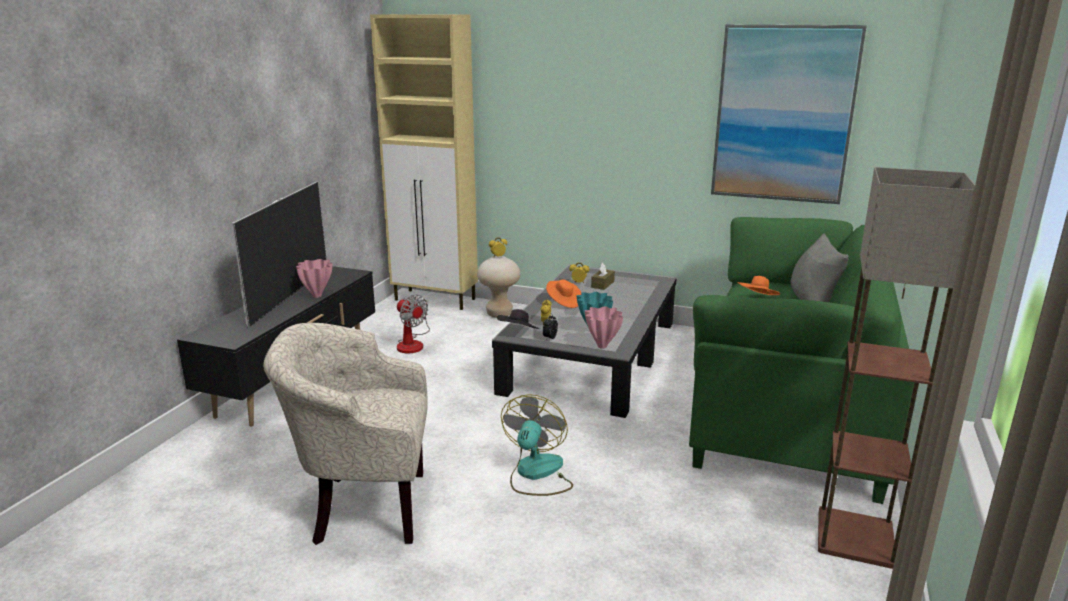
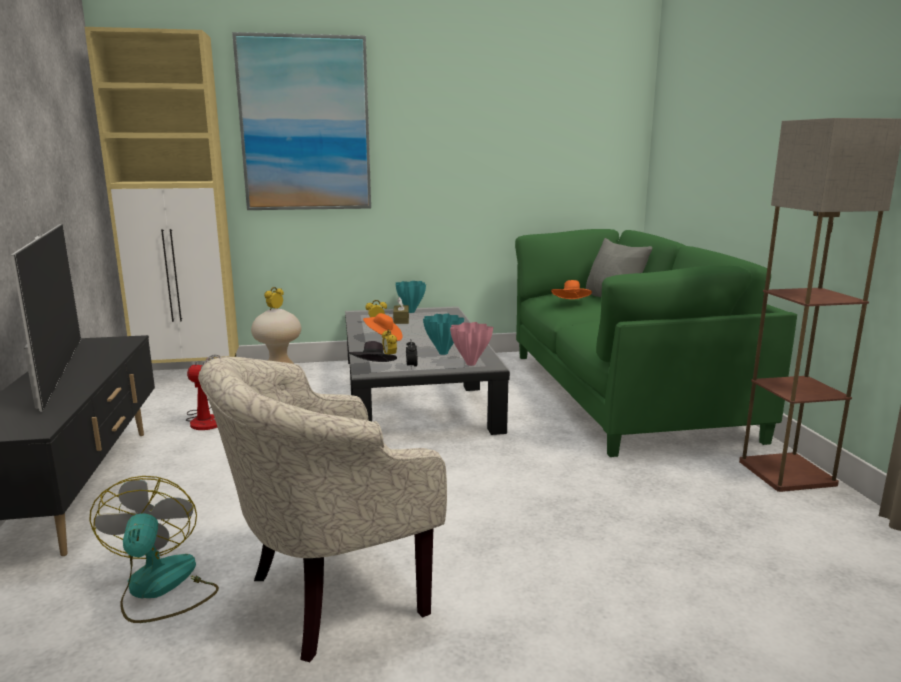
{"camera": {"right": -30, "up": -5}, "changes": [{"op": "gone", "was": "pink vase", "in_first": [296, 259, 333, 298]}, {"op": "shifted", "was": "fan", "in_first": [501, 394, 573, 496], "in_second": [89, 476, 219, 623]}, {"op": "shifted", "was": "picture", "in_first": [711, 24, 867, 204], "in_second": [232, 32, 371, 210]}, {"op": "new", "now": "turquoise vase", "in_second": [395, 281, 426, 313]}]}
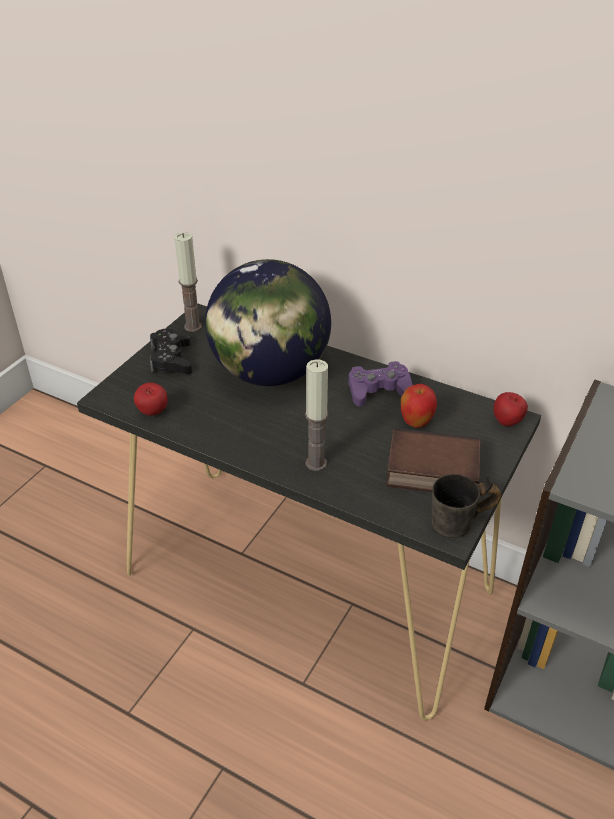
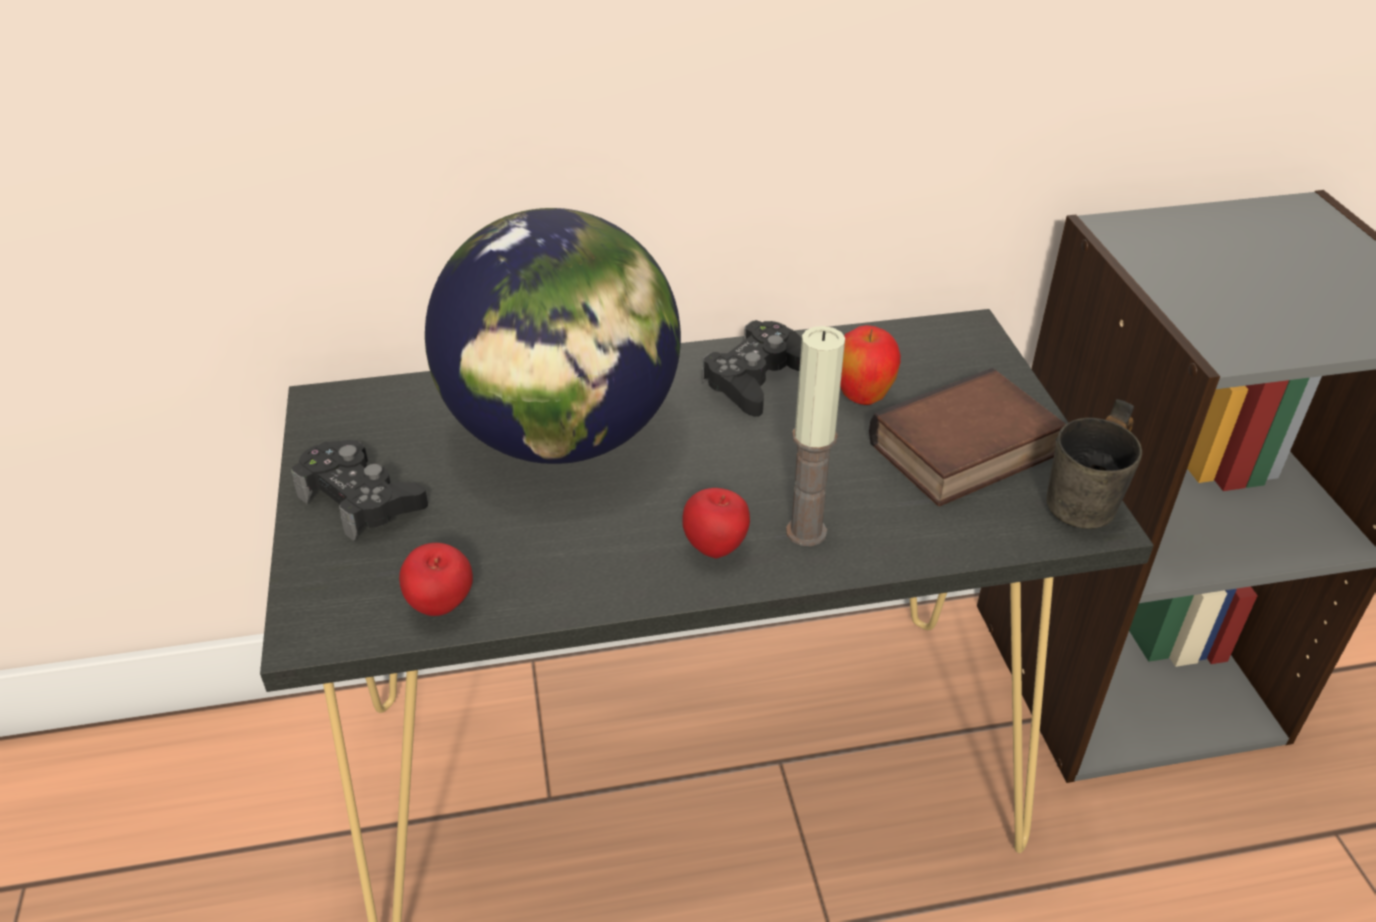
{"camera": {"right": -40, "up": 0}, "changes": [{"op": "gone", "was": "candle", "in_first": [175, 232, 202, 332]}, {"op": "repainted", "was": "purple game controller", "now": "black game controller", "in_first": [349, 361, 413, 407], "in_second": [702, 320, 802, 417]}, {"op": "shifted", "was": "apple", "in_first": [494, 392, 528, 426], "in_second": [682, 488, 750, 558]}]}
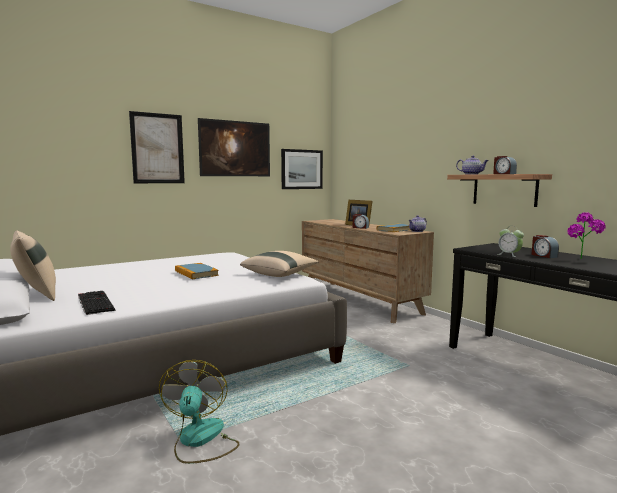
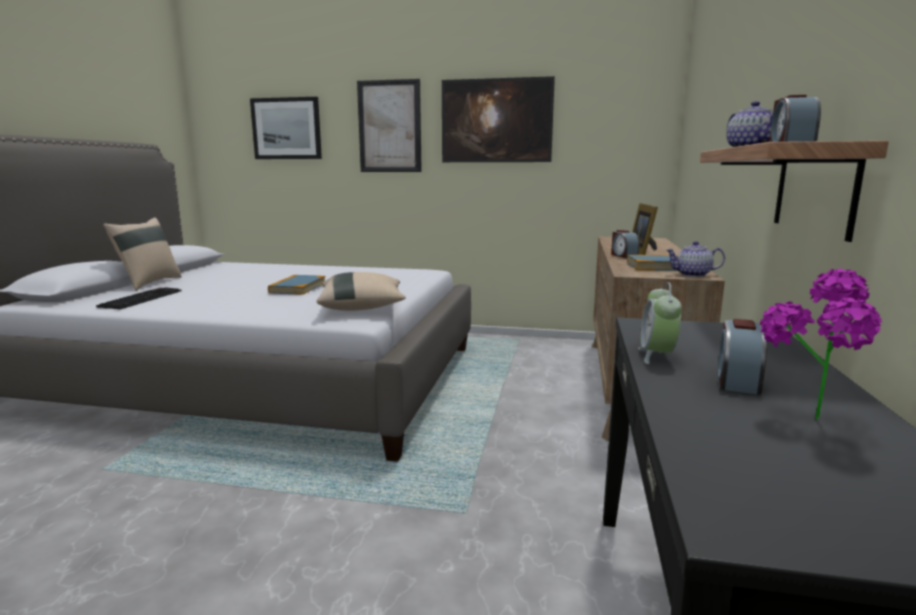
{"camera": {"right": 45, "up": 5}, "changes": [{"op": "gone", "was": "fan", "in_first": [159, 360, 240, 464]}, {"op": "shifted", "was": "picture", "in_first": [281, 149, 323, 189], "in_second": [250, 97, 322, 159]}]}
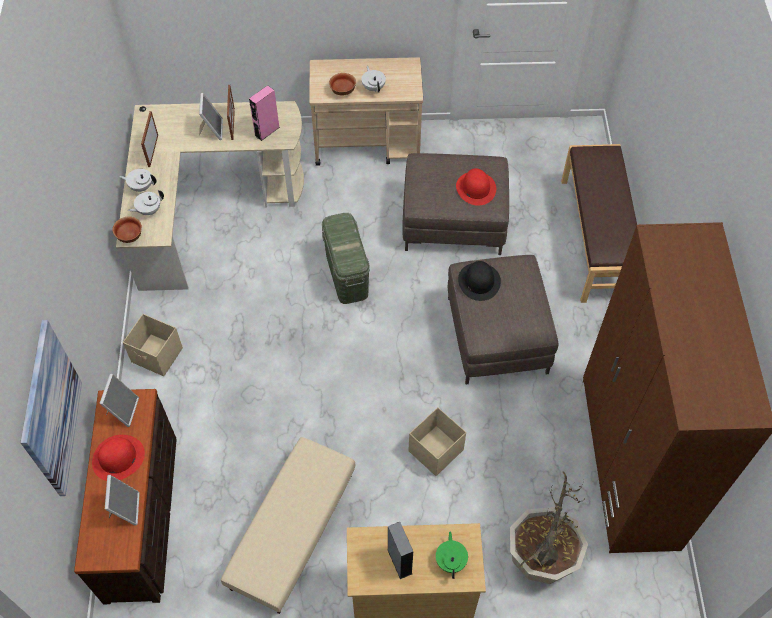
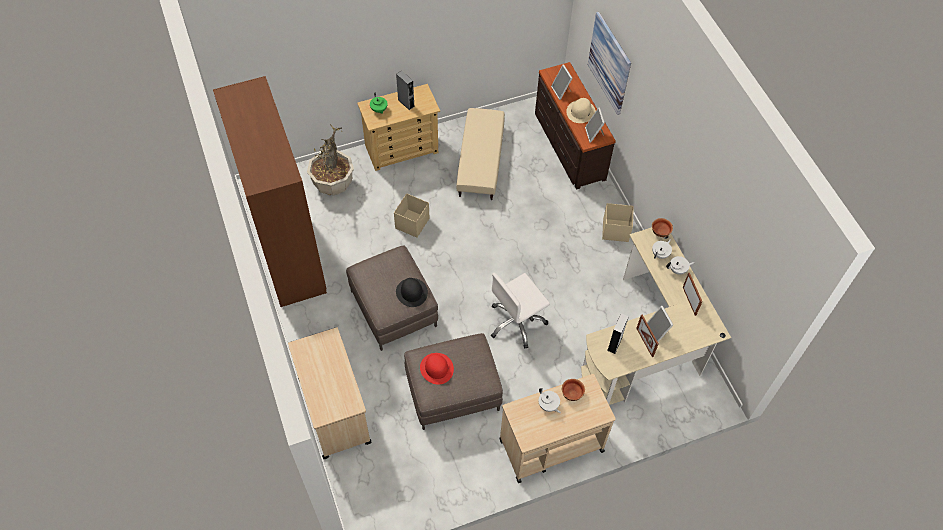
{"camera": {"right": 160, "up": 0}, "changes": [{"op": "repainted", "was": "red hat", "now": "beige hat", "in_first": [92, 435, 145, 481], "in_second": [566, 98, 596, 123]}, {"op": "repainted", "was": "pink speaker", "now": "grey speaker", "in_first": [249, 85, 280, 141], "in_second": [607, 313, 629, 354]}, {"op": "swapped", "was": "green storage box", "now": "white office chair", "in_first": [322, 213, 370, 304], "in_second": [491, 273, 550, 349]}, {"op": "swapped", "was": "brown bench", "now": "beige cart", "in_first": [561, 144, 637, 303], "in_second": [288, 327, 372, 459]}]}
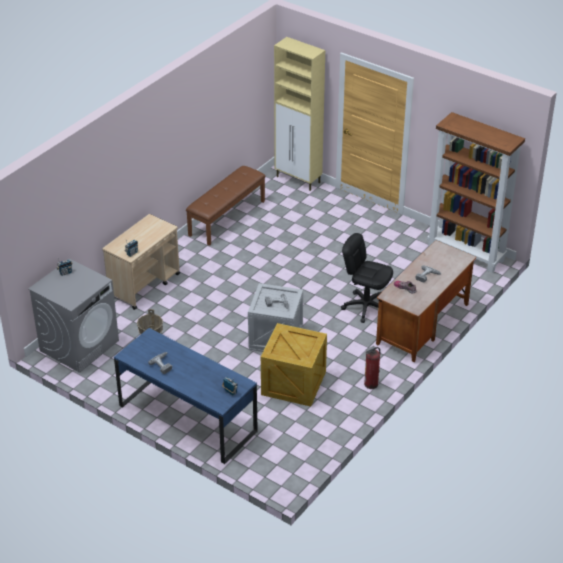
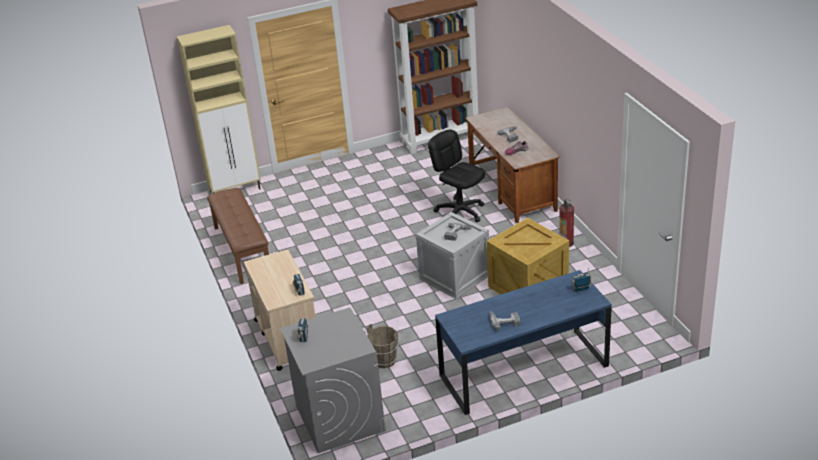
{"camera": {"right": -55, "up": -5}, "changes": [{"op": "rotated", "was": "black office chair", "in_first": [341, 233, 393, 323], "in_second": [428, 130, 485, 222], "clockwise": 75}]}
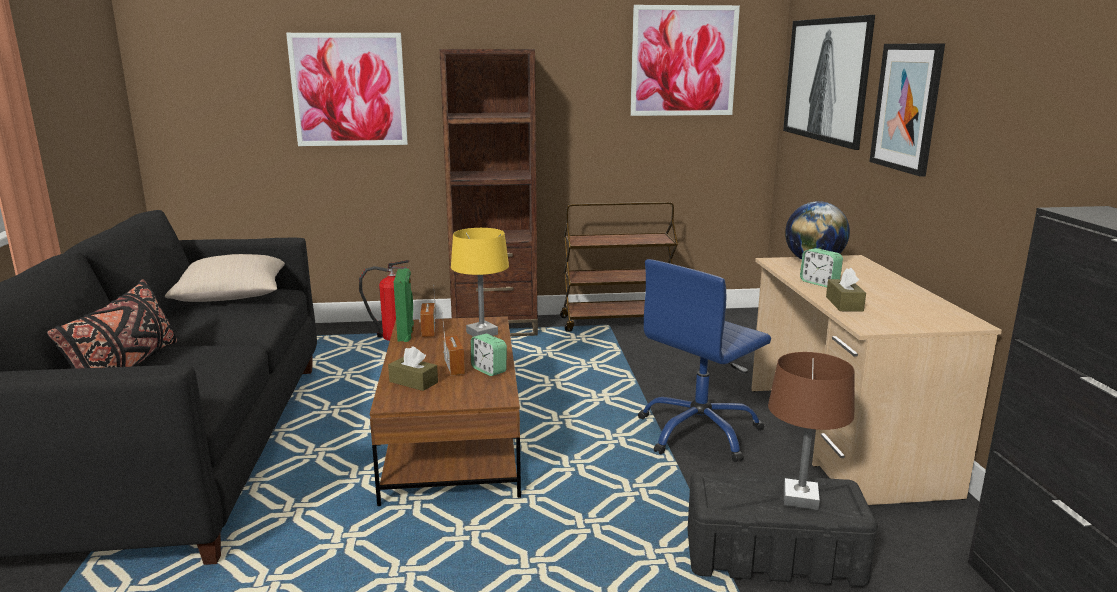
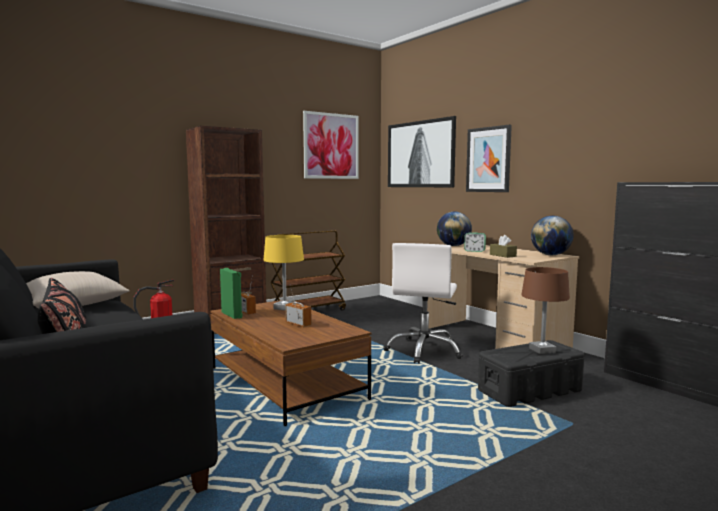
{"camera": {"right": -30, "up": -10}, "changes": [{"op": "gone", "was": "picture", "in_first": [286, 33, 408, 146]}, {"op": "gone", "was": "brown tissue box", "in_first": [388, 346, 438, 391]}, {"op": "gone", "was": "alarm clock", "in_first": [471, 334, 507, 376]}, {"op": "repainted", "was": "blue office chair", "now": "white office chair", "in_first": [638, 259, 771, 462], "in_second": [383, 243, 463, 364]}, {"op": "new", "now": "globe", "in_second": [531, 216, 574, 255]}]}
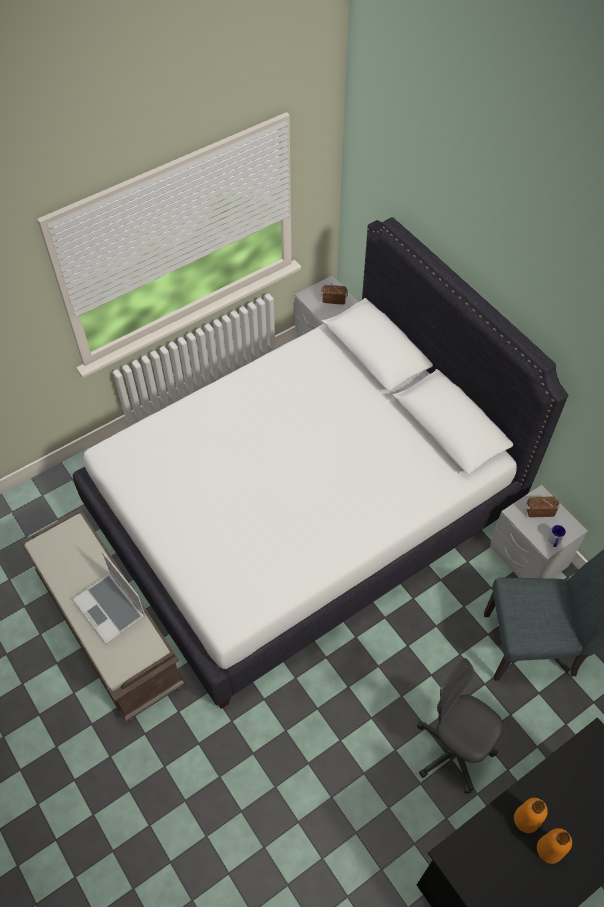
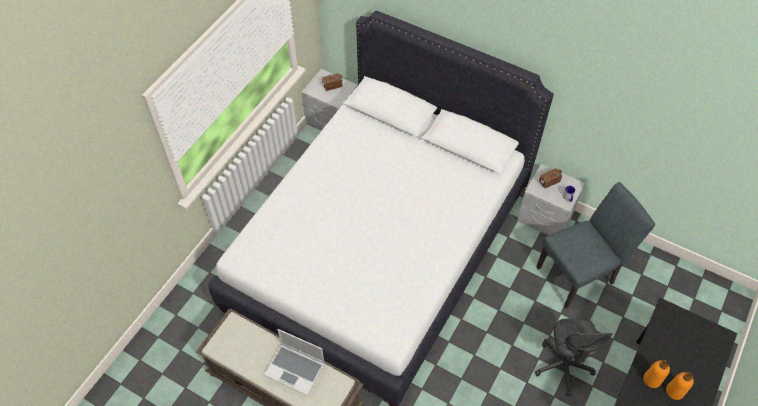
{"camera": {"right": -25, "up": 0}, "changes": [{"op": "rotated", "was": "grey office chair", "in_first": [417, 658, 504, 794], "in_second": [535, 318, 613, 396], "clockwise": -105}]}
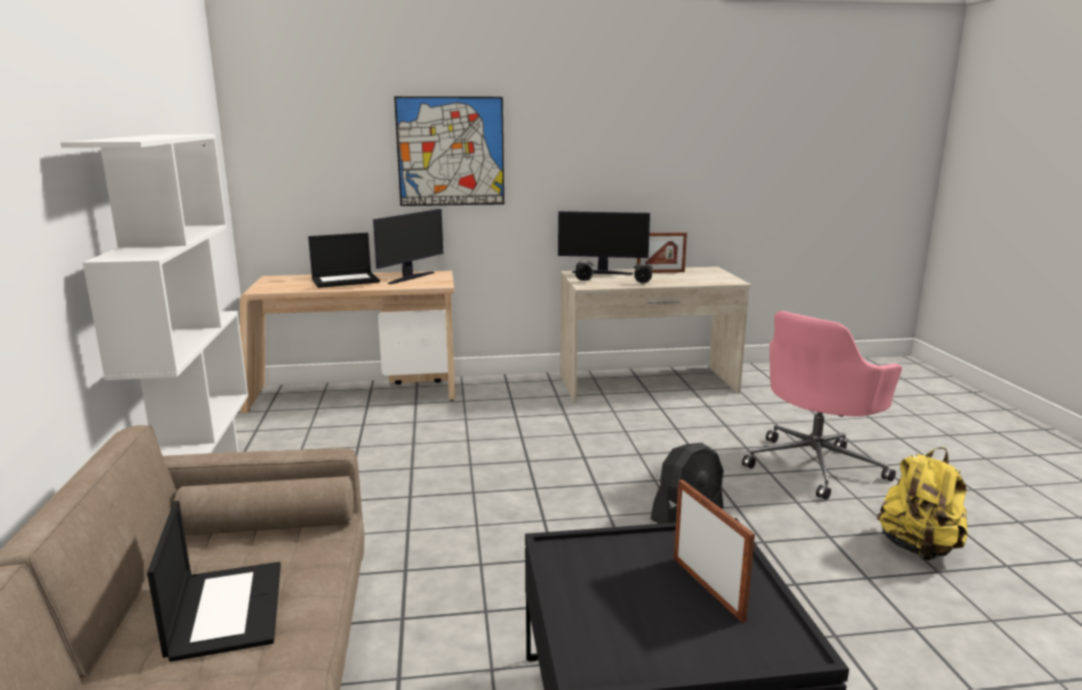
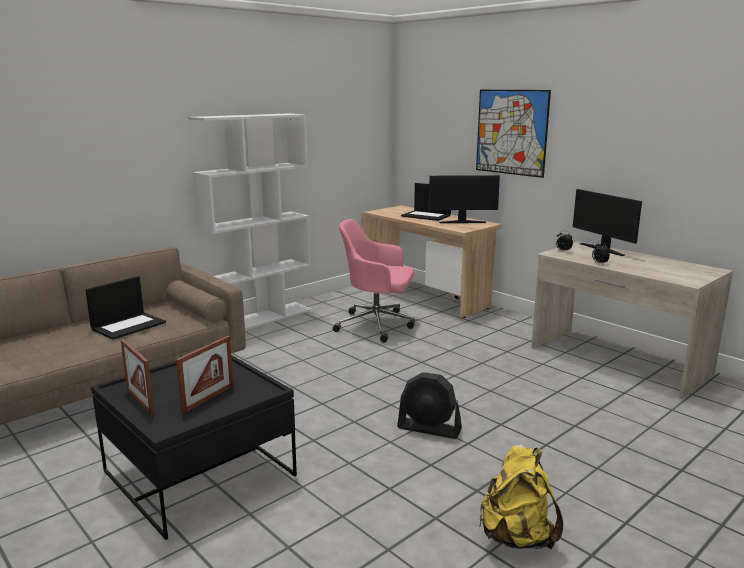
{"camera": {"right": 55, "up": 0}, "changes": [{"op": "shifted", "was": "picture frame", "in_first": [637, 233, 687, 273], "in_second": [120, 339, 154, 415]}, {"op": "shifted", "was": "pink office chair", "in_first": [742, 311, 902, 500], "in_second": [333, 219, 415, 343]}]}
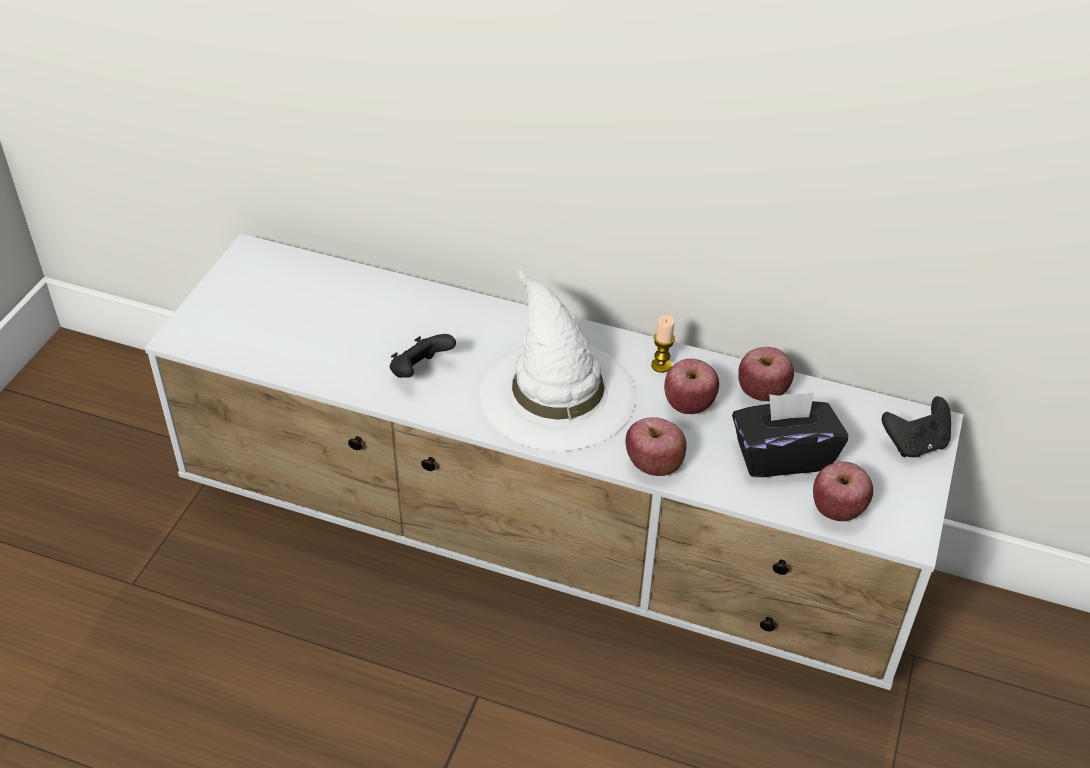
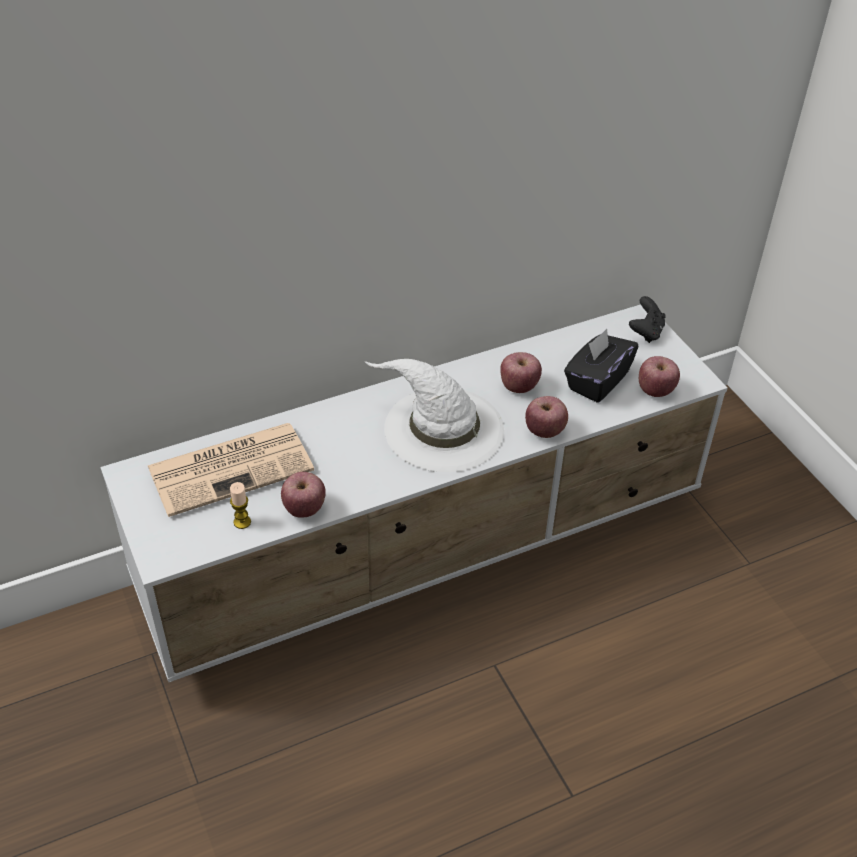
{"camera": {"right": -45, "up": 0}, "changes": [{"op": "gone", "was": "black game controller", "in_first": [390, 334, 456, 378]}, {"op": "shifted", "was": "candle", "in_first": [651, 315, 675, 373], "in_second": [230, 482, 251, 529]}, {"op": "shifted", "was": "apple", "in_first": [738, 347, 794, 401], "in_second": [281, 472, 326, 518]}, {"op": "new", "now": "newspaper", "in_second": [148, 423, 314, 517]}]}
